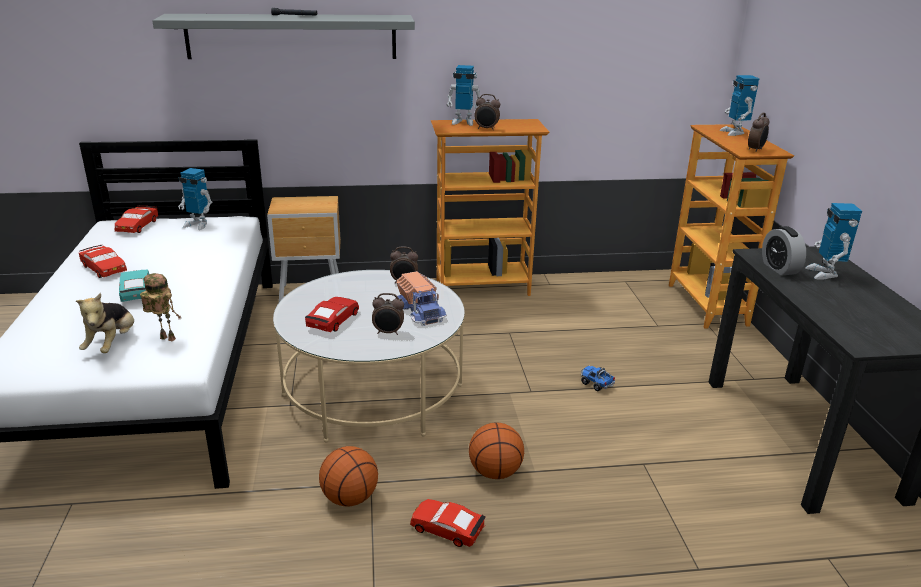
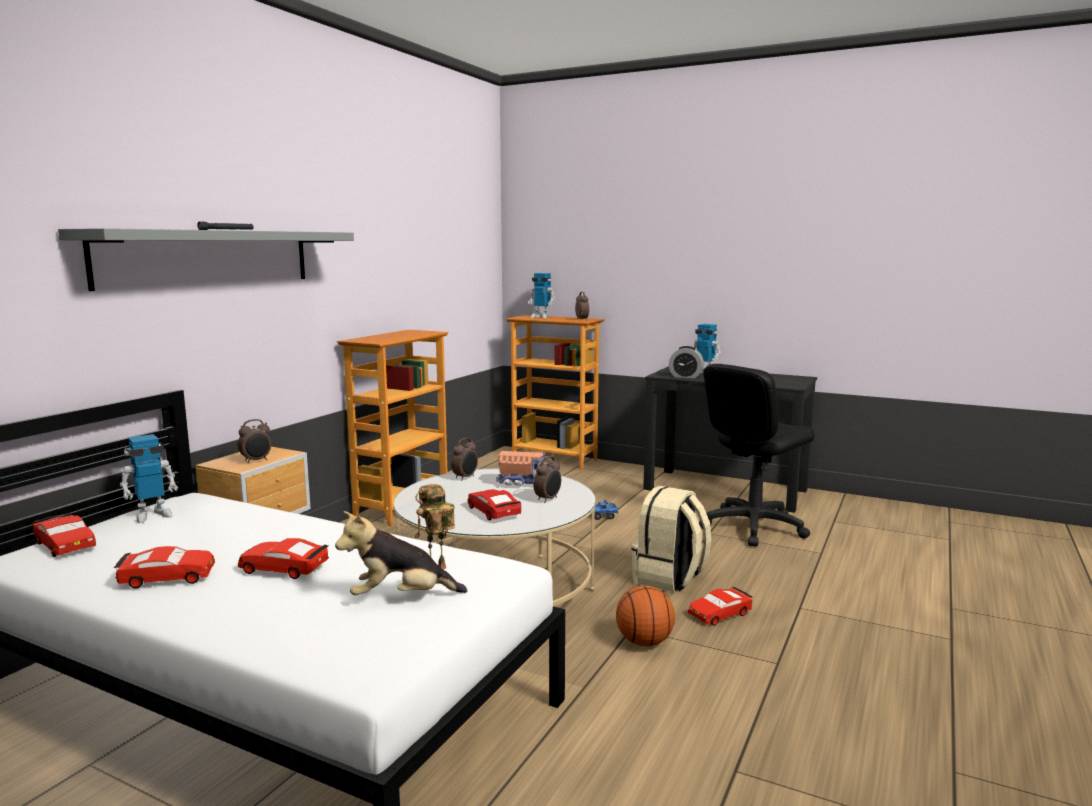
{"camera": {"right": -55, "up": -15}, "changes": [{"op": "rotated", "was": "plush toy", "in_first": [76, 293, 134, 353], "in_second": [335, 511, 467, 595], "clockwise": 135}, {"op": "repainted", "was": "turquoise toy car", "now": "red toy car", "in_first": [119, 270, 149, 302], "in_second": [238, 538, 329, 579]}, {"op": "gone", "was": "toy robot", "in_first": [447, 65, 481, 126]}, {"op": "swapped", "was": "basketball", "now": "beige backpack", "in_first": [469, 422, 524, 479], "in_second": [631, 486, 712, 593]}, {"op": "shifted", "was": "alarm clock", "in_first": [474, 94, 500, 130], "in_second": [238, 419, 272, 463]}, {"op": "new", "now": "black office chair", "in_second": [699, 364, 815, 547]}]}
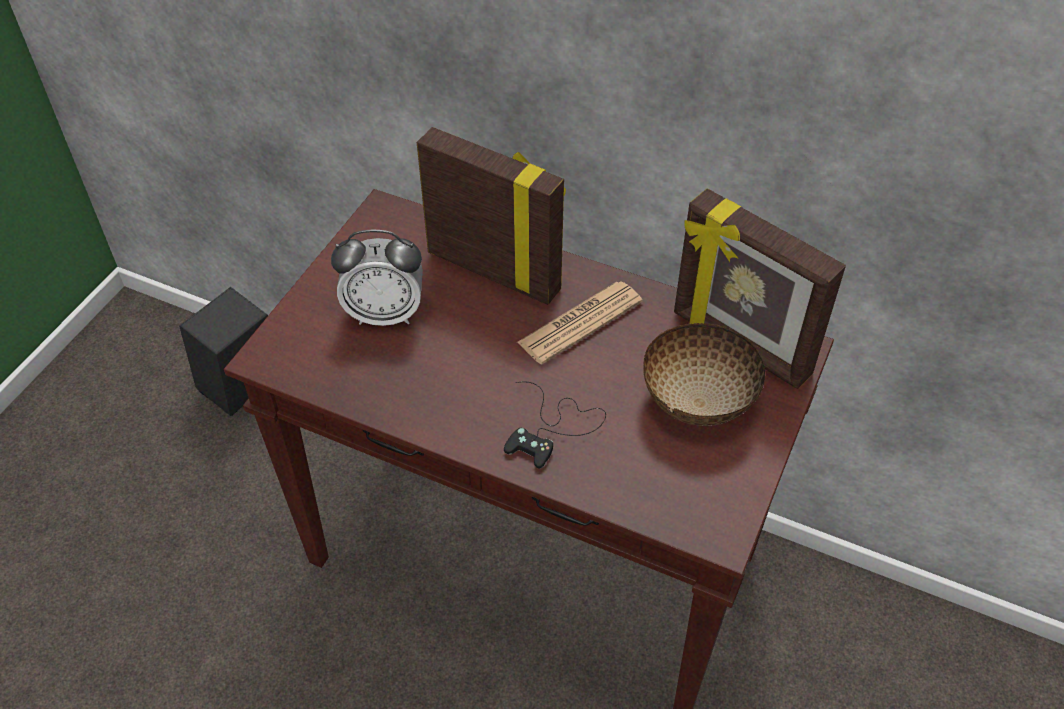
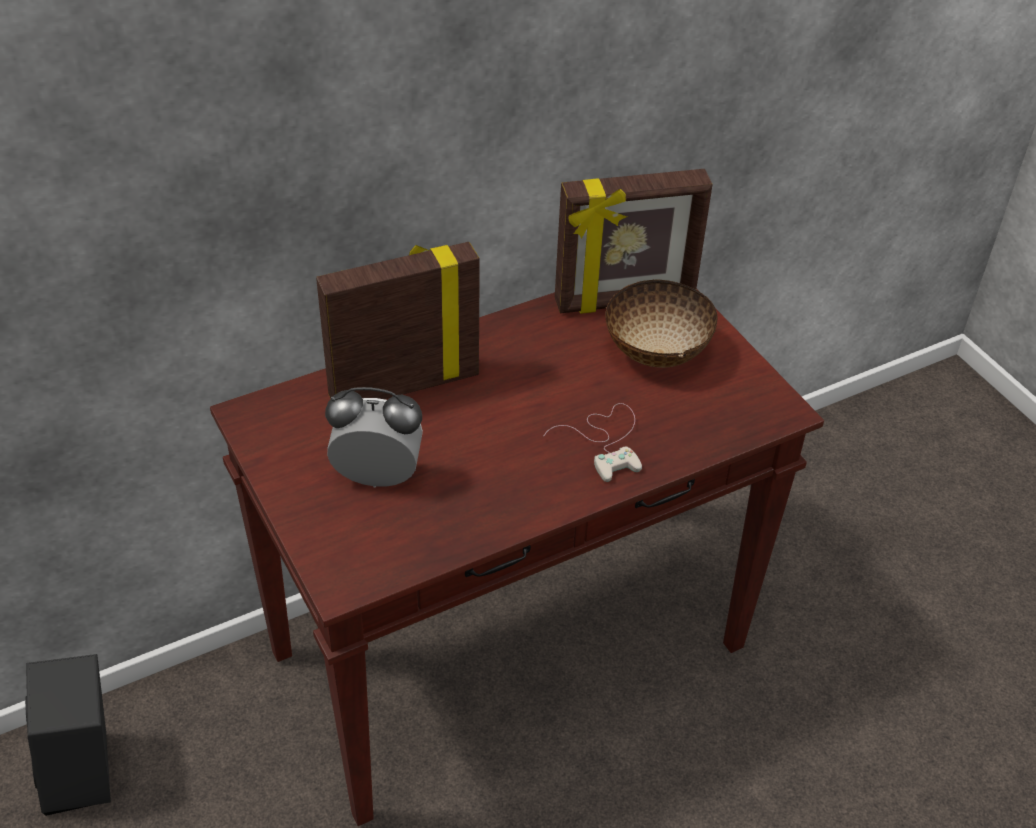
{"camera": {"right": -55, "up": -5}, "changes": [{"op": "rotated", "was": "alarm clock", "in_first": [331, 229, 423, 326], "in_second": [325, 387, 423, 488], "clockwise": -120}, {"op": "repainted", "was": "black game controller", "now": "white game controller", "in_first": [504, 381, 606, 469], "in_second": [543, 403, 642, 482]}, {"op": "gone", "was": "newspaper", "in_first": [517, 281, 643, 364]}]}
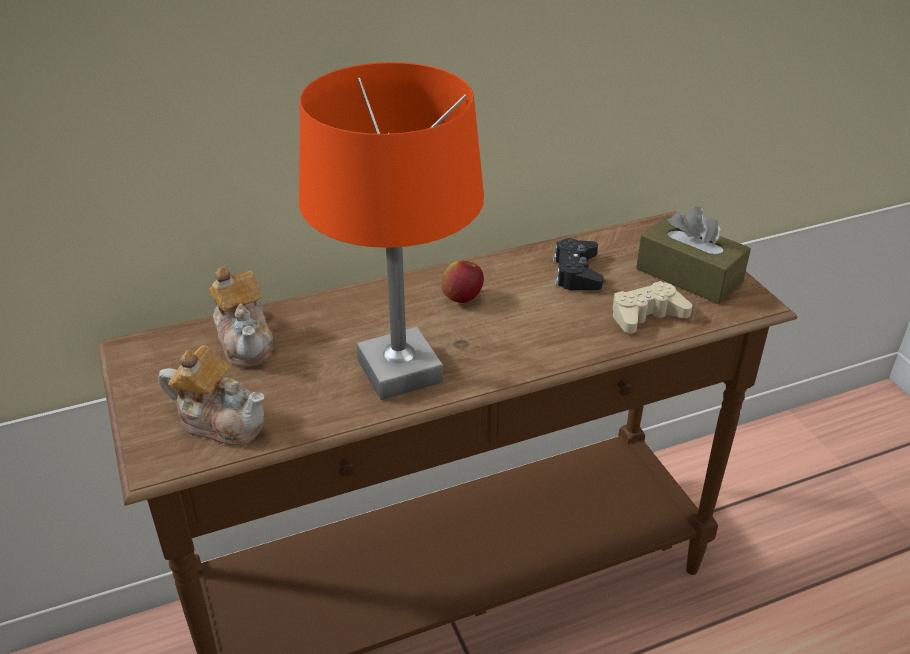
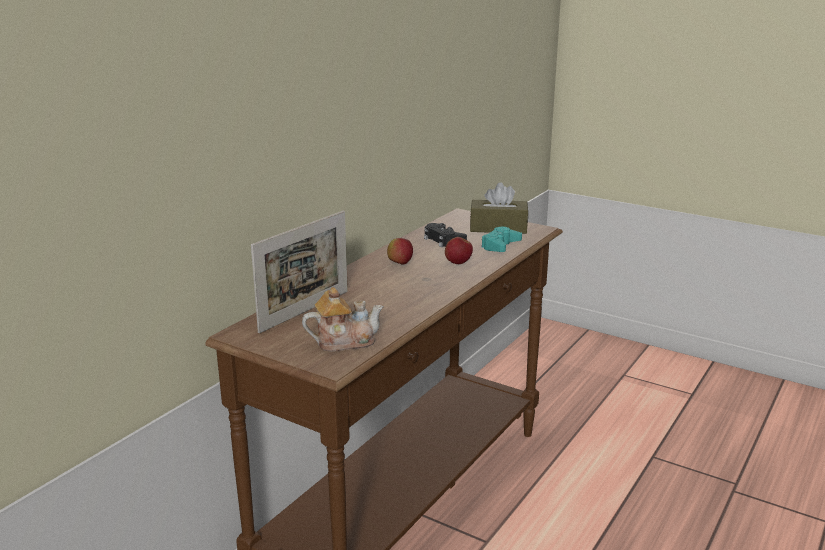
{"camera": {"right": -35, "up": -15}, "changes": [{"op": "swapped", "was": "teapot", "now": "picture frame", "in_first": [209, 266, 273, 368], "in_second": [251, 210, 348, 333]}, {"op": "gone", "was": "orange table lamp", "in_first": [299, 62, 484, 400]}, {"op": "repainted", "was": "beige game controller", "now": "turquoise game controller", "in_first": [612, 281, 692, 333], "in_second": [481, 227, 522, 252]}, {"op": "new", "now": "apple", "in_second": [445, 237, 473, 264]}]}
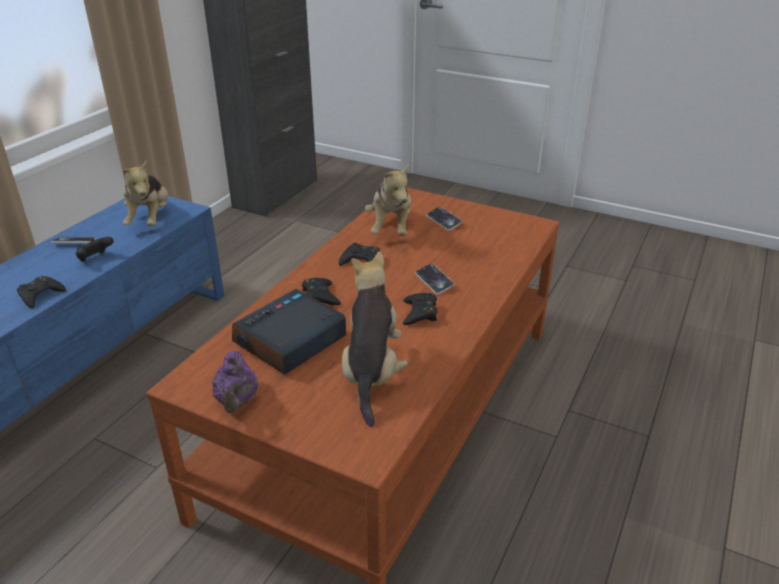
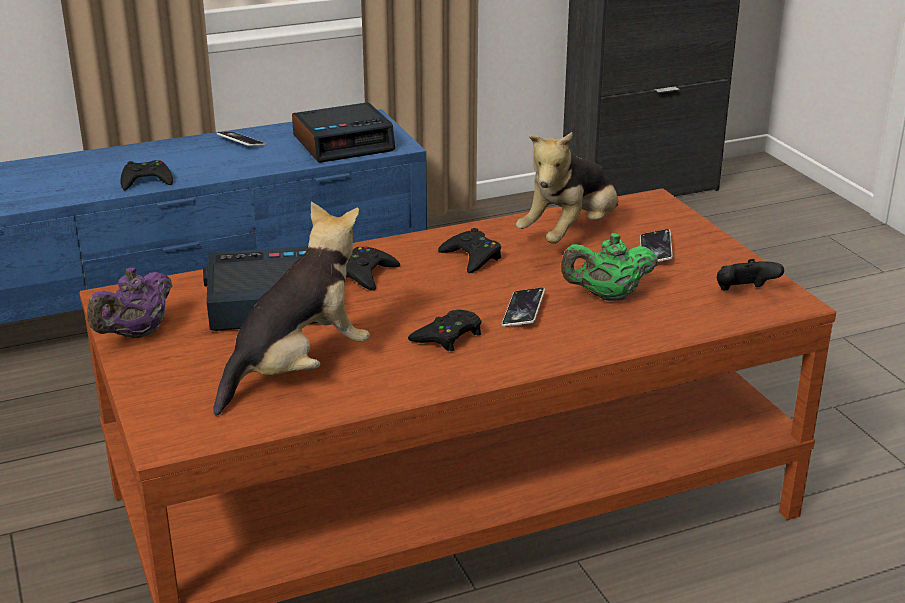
{"camera": {"right": 40, "up": -5}, "changes": [{"op": "shifted", "was": "black game controller", "in_first": [76, 237, 114, 262], "in_second": [717, 259, 784, 291]}, {"op": "swapped", "was": "plush toy", "now": "alarm clock", "in_first": [123, 161, 168, 226], "in_second": [292, 102, 395, 163]}, {"op": "new", "now": "green teapot", "in_second": [561, 233, 658, 301]}]}
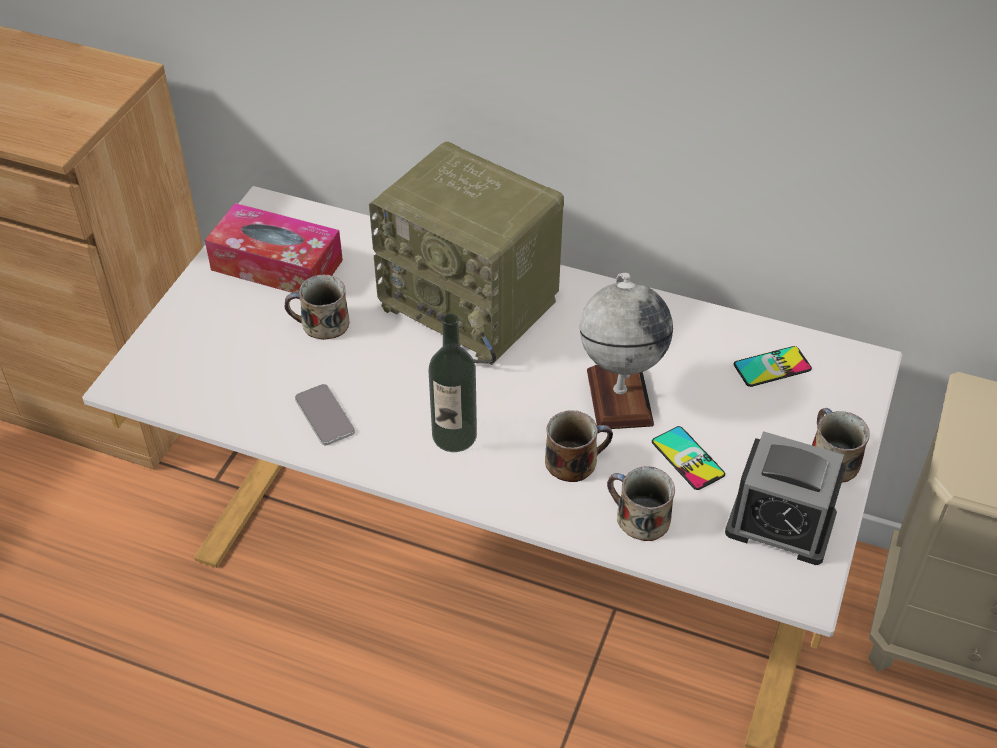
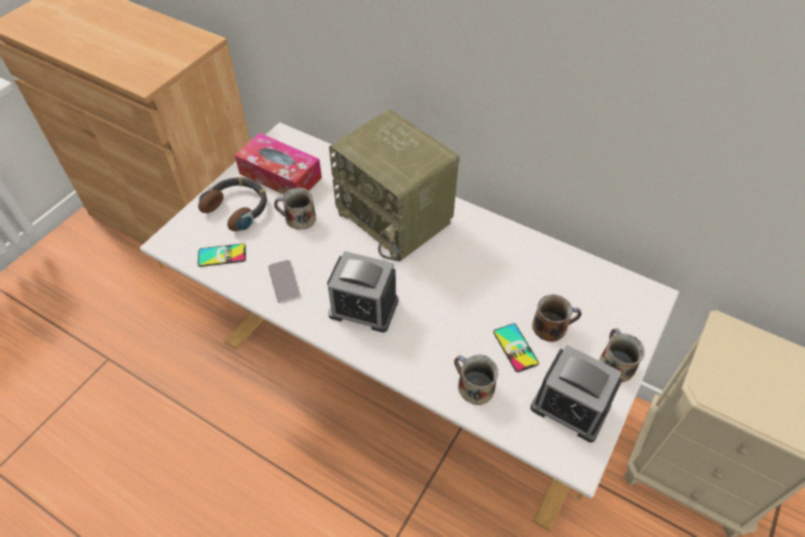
{"camera": {"right": 10, "up": 5}, "changes": [{"op": "swapped", "was": "bottle", "now": "alarm clock", "in_first": [429, 314, 477, 452], "in_second": [327, 251, 399, 333]}, {"op": "shifted", "was": "mug", "in_first": [545, 410, 613, 482], "in_second": [532, 294, 582, 342]}, {"op": "gone", "was": "globe", "in_first": [580, 273, 673, 429]}, {"op": "shifted", "was": "phone", "in_first": [734, 346, 812, 387], "in_second": [198, 243, 246, 267]}, {"op": "new", "now": "headphones", "in_second": [198, 177, 267, 231]}]}
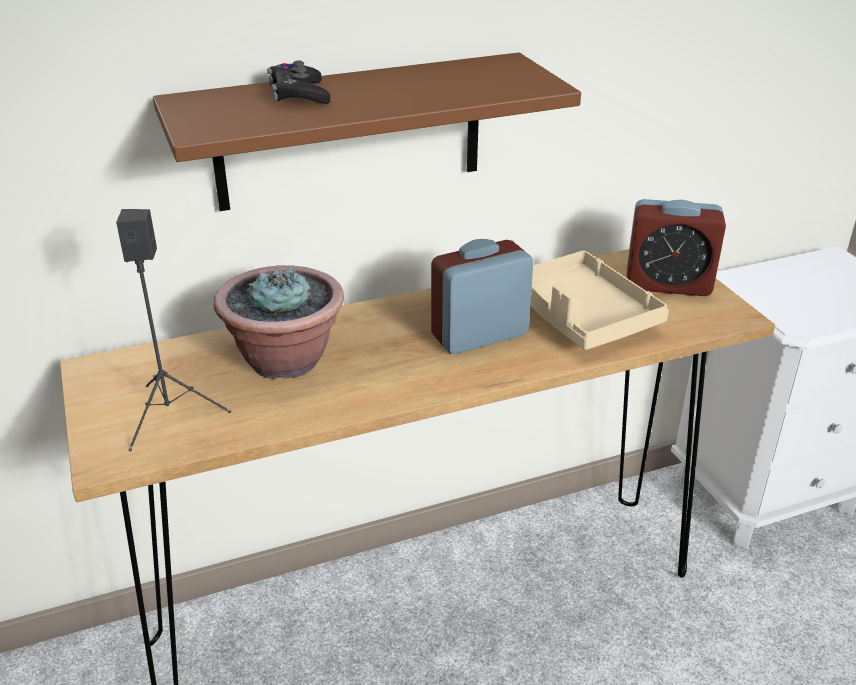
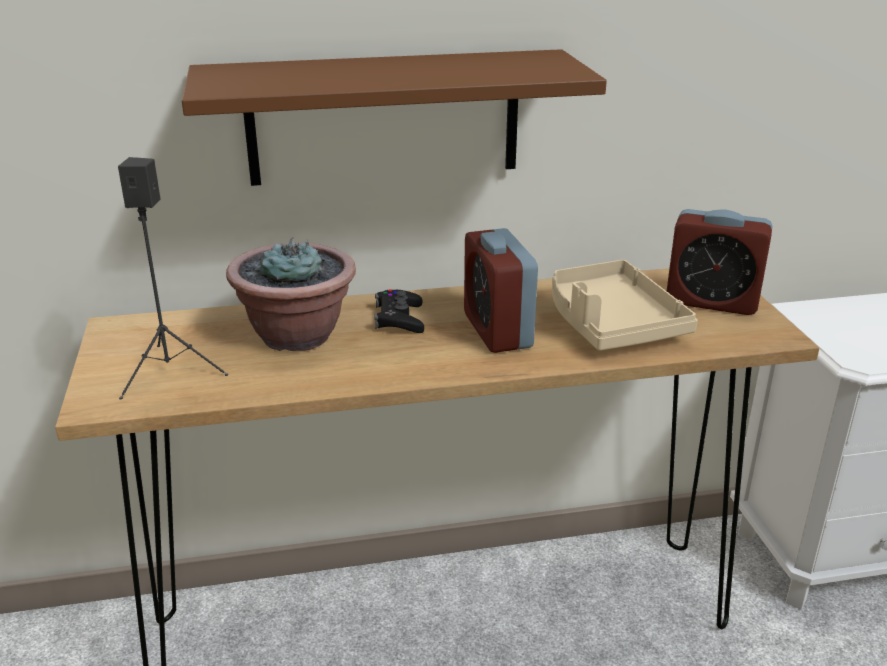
{"camera": {"right": 10, "up": -5}, "changes": [{"op": "shifted", "was": "black game controller", "in_first": [267, 60, 330, 104], "in_second": [374, 289, 424, 333]}, {"op": "rotated", "was": "alarm clock", "in_first": [431, 239, 533, 354], "in_second": [464, 228, 538, 353], "clockwise": -90}]}
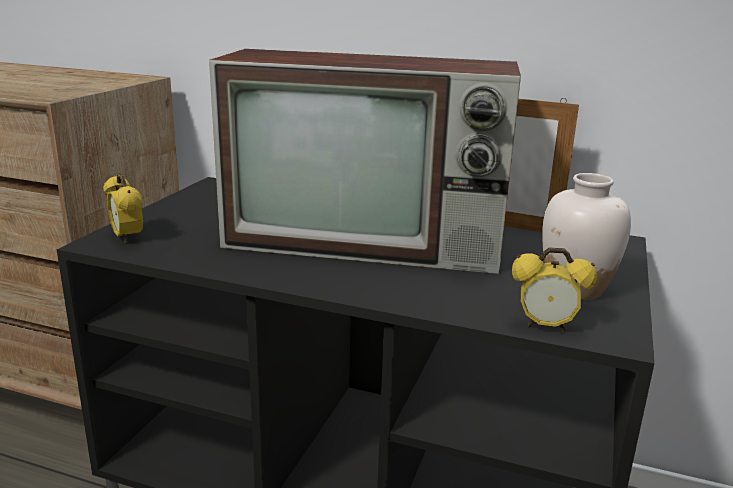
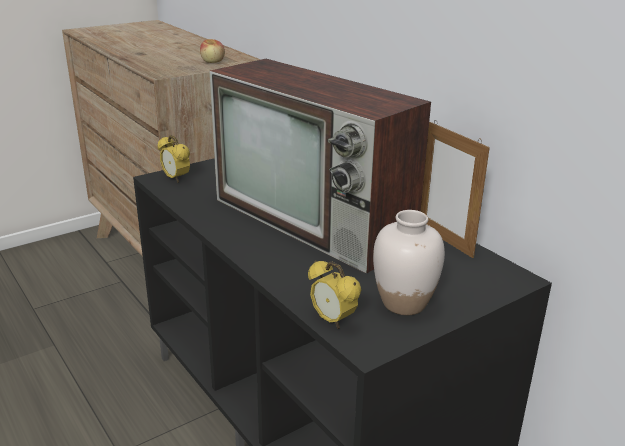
{"camera": {"right": 35, "up": 5}, "changes": [{"op": "rotated", "was": "alarm clock", "in_first": [103, 173, 143, 244], "in_second": [157, 135, 190, 183], "clockwise": -45}, {"op": "new", "now": "apple", "in_second": [200, 39, 225, 63]}]}
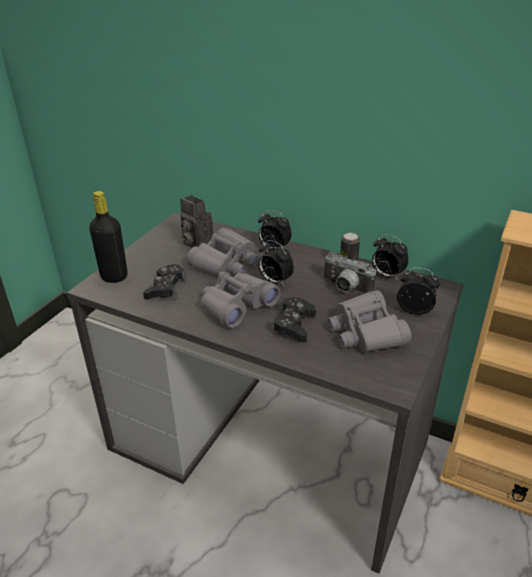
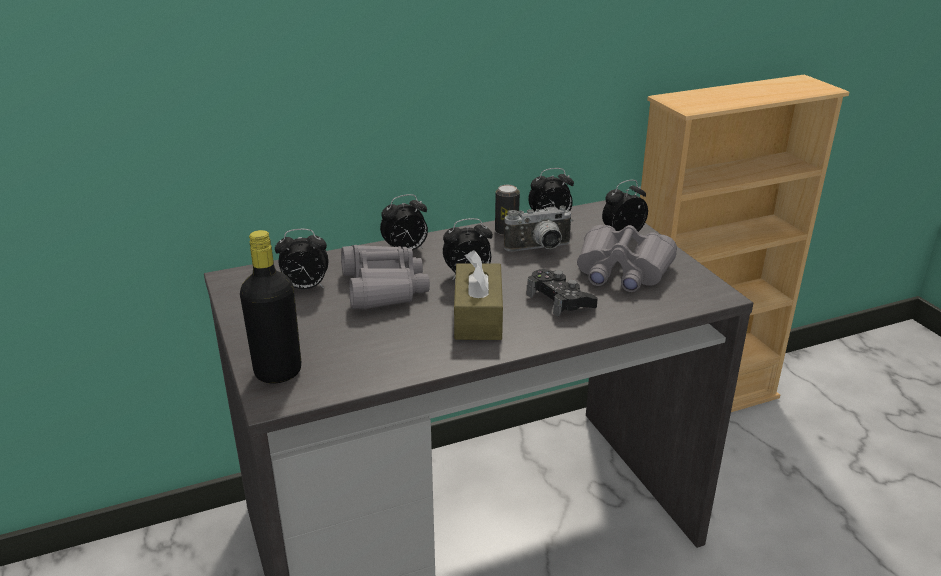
{"camera": {"right": -50, "up": -5}, "changes": [{"op": "gone", "was": "black game controller", "in_first": [143, 264, 187, 300]}, {"op": "swapped", "was": "photo camera", "now": "alarm clock", "in_first": [180, 195, 213, 248], "in_second": [275, 229, 328, 289]}, {"op": "swapped", "was": "grey binoculars", "now": "brown tissue box", "in_first": [201, 271, 281, 328], "in_second": [454, 250, 503, 340]}]}
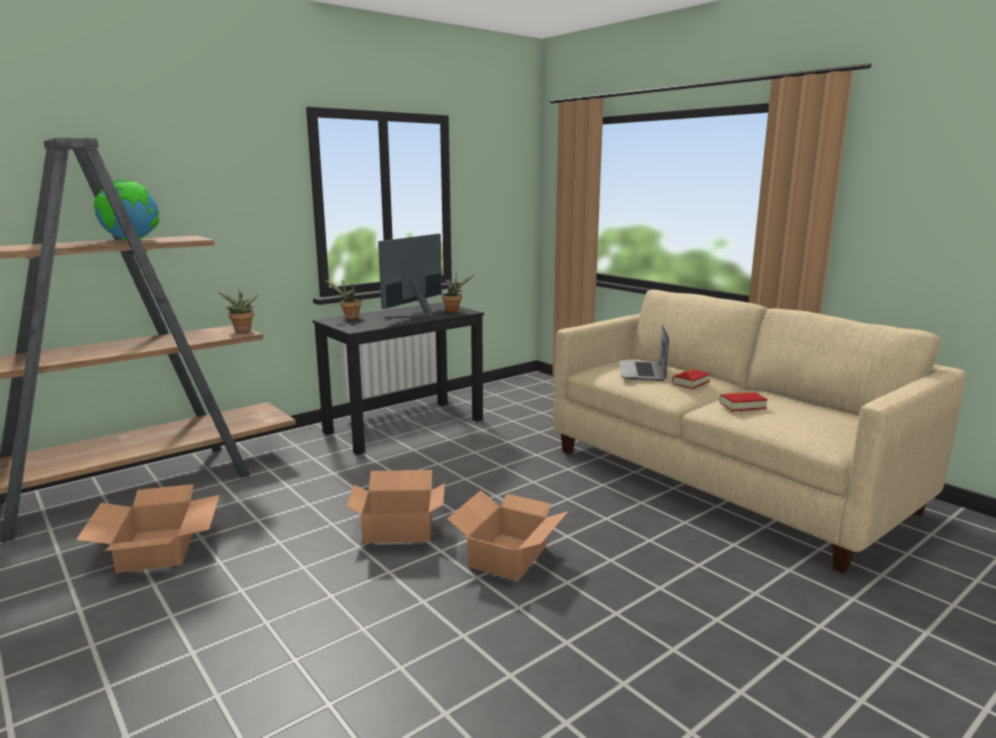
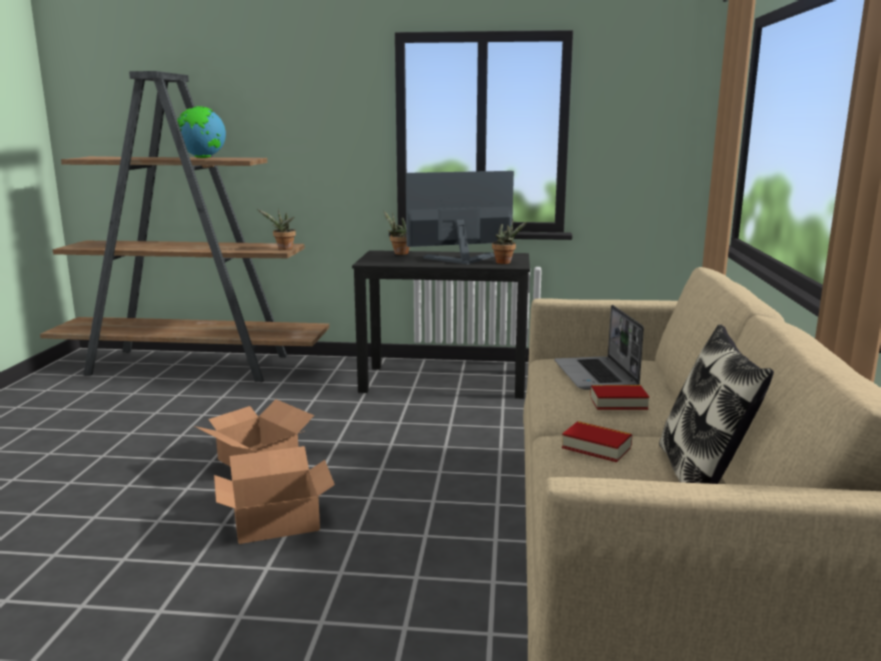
{"camera": {"right": 45, "up": 0}, "changes": [{"op": "gone", "was": "cardboard box", "in_first": [76, 484, 220, 573]}, {"op": "rotated", "was": "laptop", "in_first": [619, 324, 669, 381], "in_second": [554, 305, 644, 390], "clockwise": -60}, {"op": "new", "now": "pillow", "in_second": [659, 324, 774, 484]}]}
